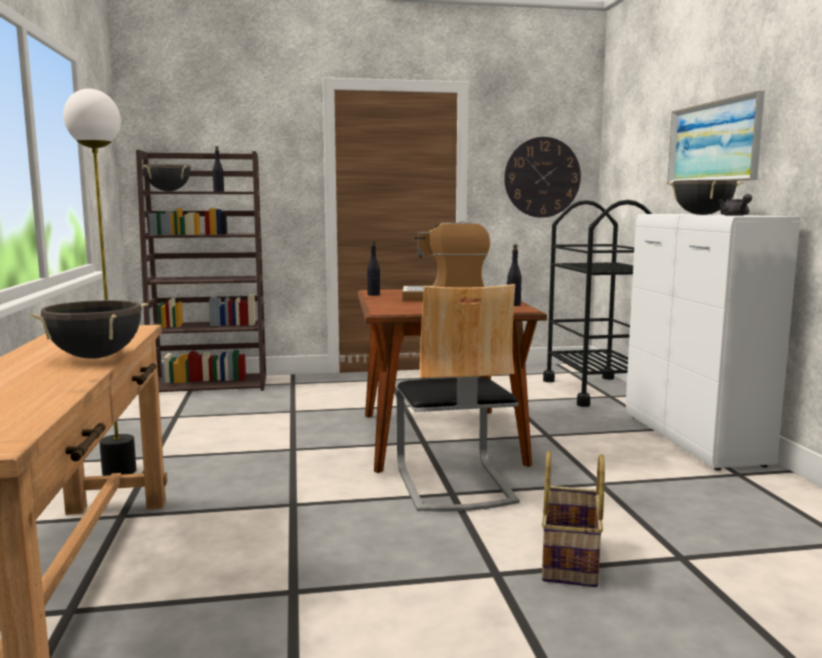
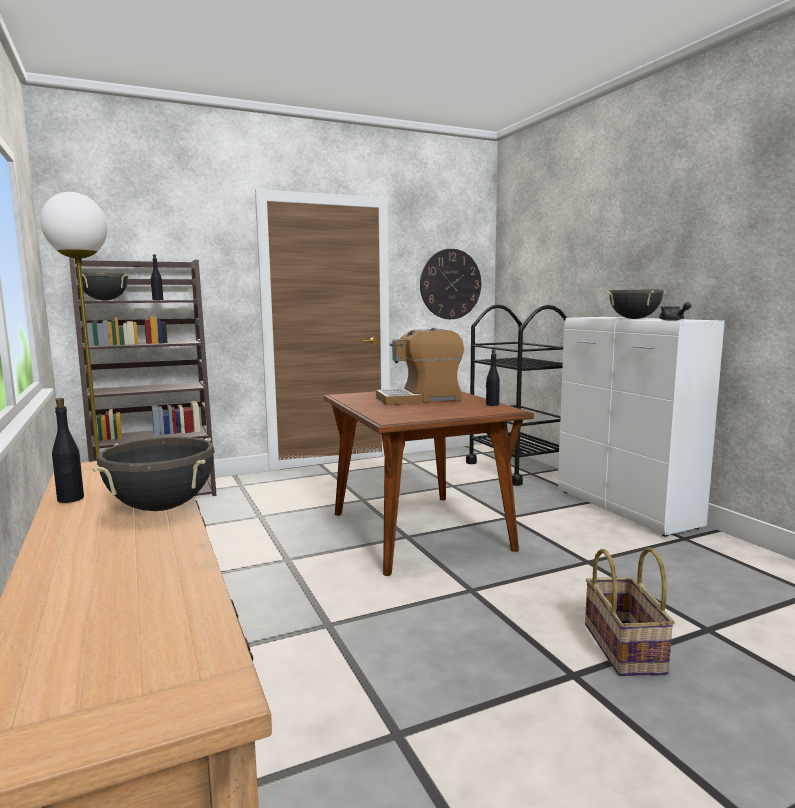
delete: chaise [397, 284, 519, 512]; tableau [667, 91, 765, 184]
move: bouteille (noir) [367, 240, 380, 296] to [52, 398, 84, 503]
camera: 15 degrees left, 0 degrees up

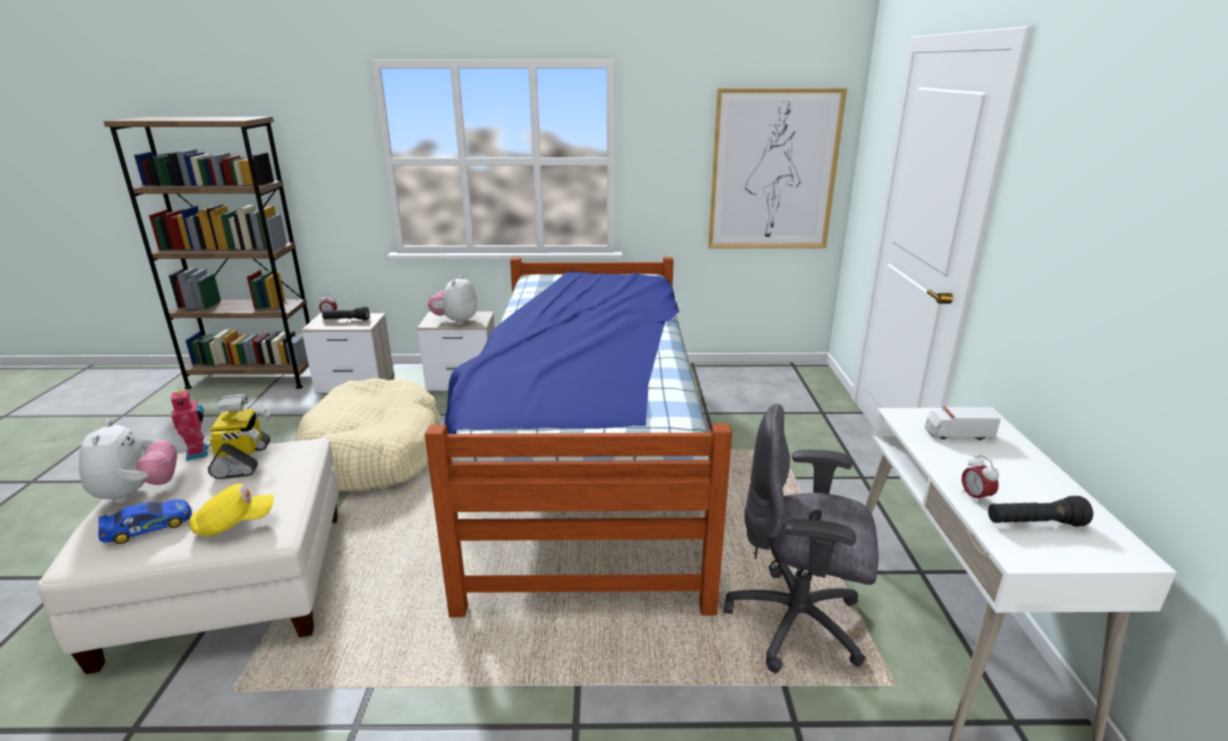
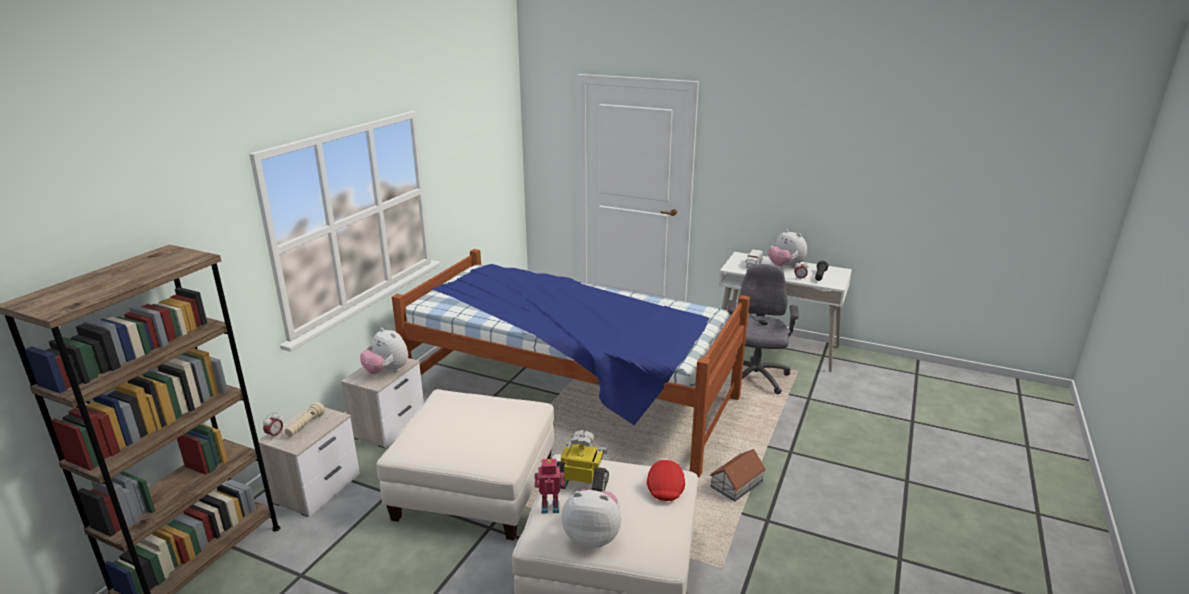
delete: petite voiture [98, 499, 192, 544]; tableau [708, 88, 847, 248]
insert: maison miniature [709, 449, 766, 502]; peluche [768, 229, 807, 268]
replace: panier pour chien (beige) [295, 378, 440, 492] to pouf (blanc) [376, 389, 554, 541]
recolor: casquette (jaune) [189, 484, 274, 536] to casquette (rouge) [647, 459, 685, 501]; lampe de poche (noir) [322, 306, 369, 320] to lampe de poche (beige) [285, 402, 325, 437]
rotate: chaise de bureau (gris) [724, 404, 879, 673] = [727, 264, 799, 394] 150 degrees clockwise
camera: 65 degrees left, 0 degrees up

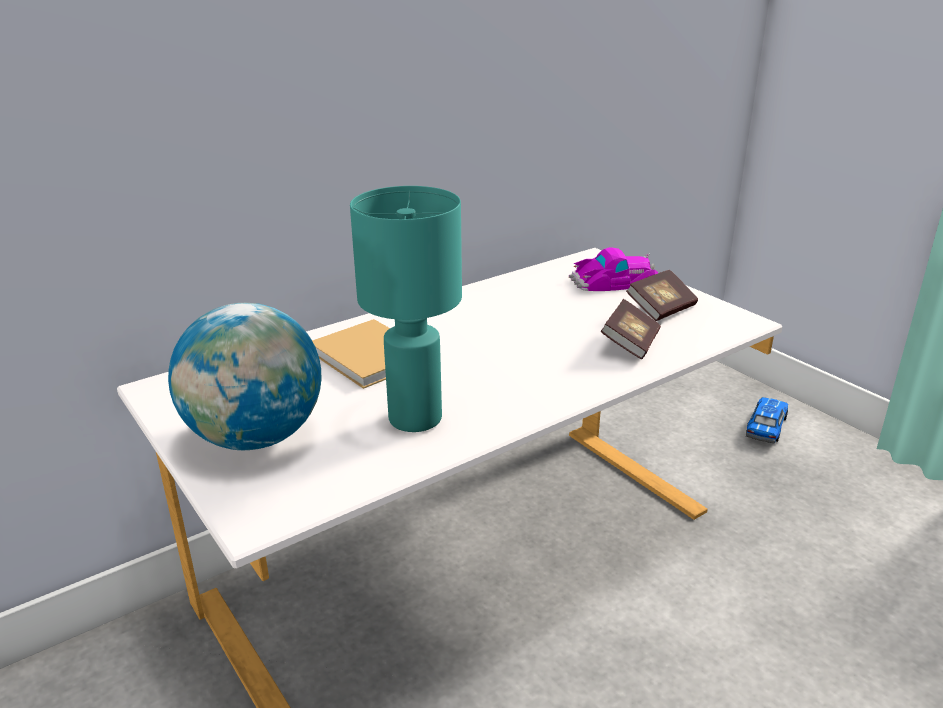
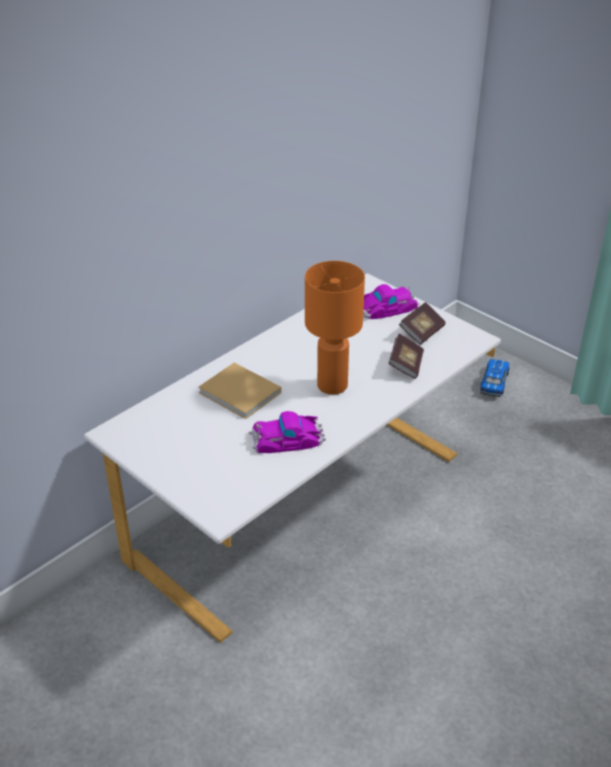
delete: globe [168, 303, 321, 450]
insert: lampe de table (orange) [305, 261, 365, 395]
replace: lampe de table (turquoise) [350, 186, 462, 432] to petite voiture [249, 411, 326, 453]
camera: 10 degrees left, 10 degrees up

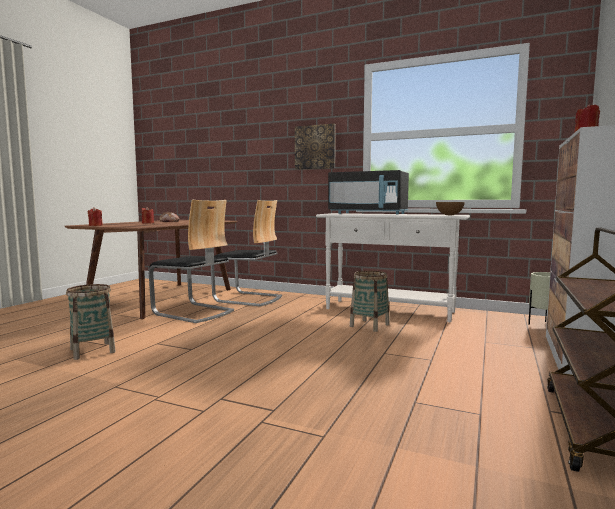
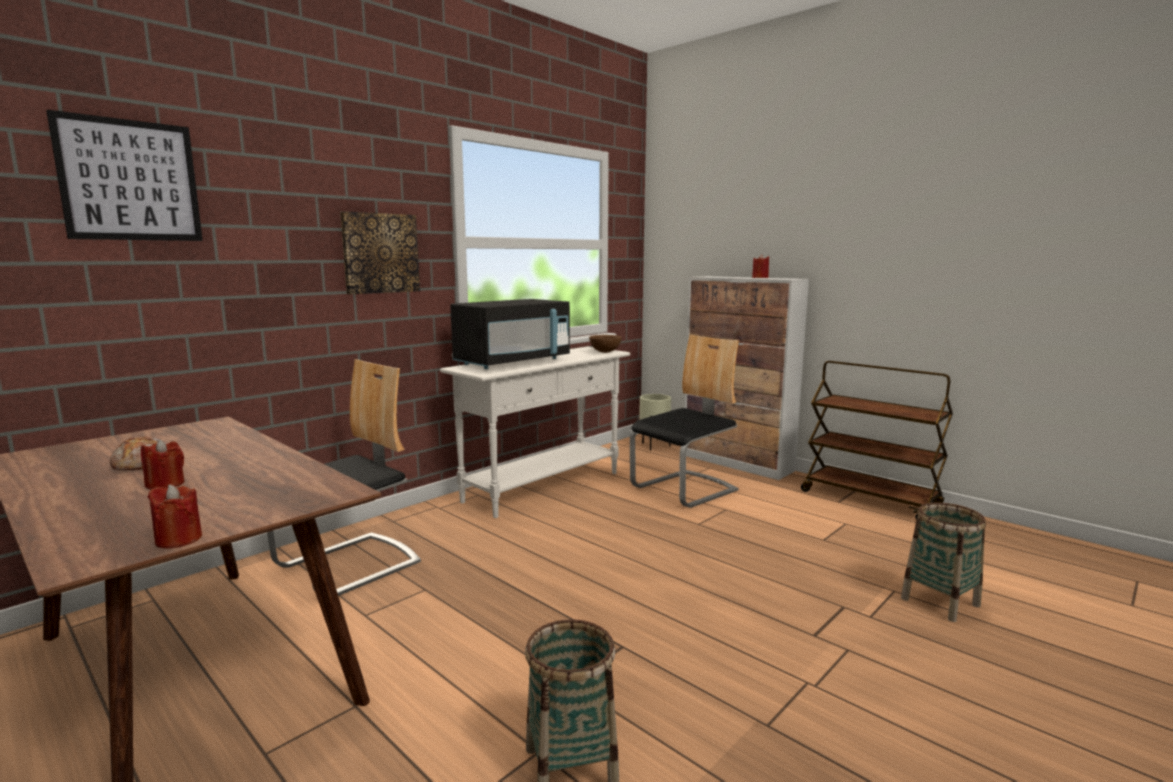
insert: tableau [46, 110, 203, 241]
move: chaise [149, 200, 234, 323] to [630, 334, 739, 508]; panier [350, 270, 390, 332] to [901, 502, 986, 622]
camera: 70 degrees left, 5 degrees up

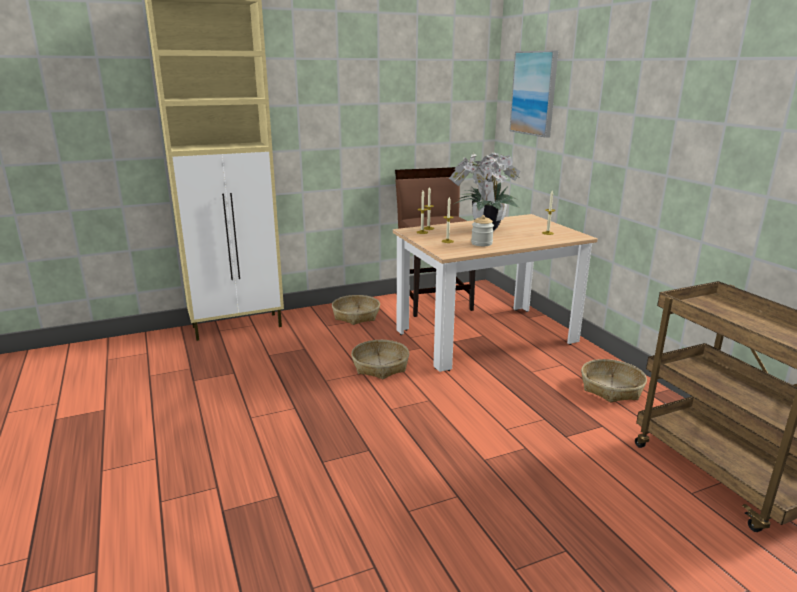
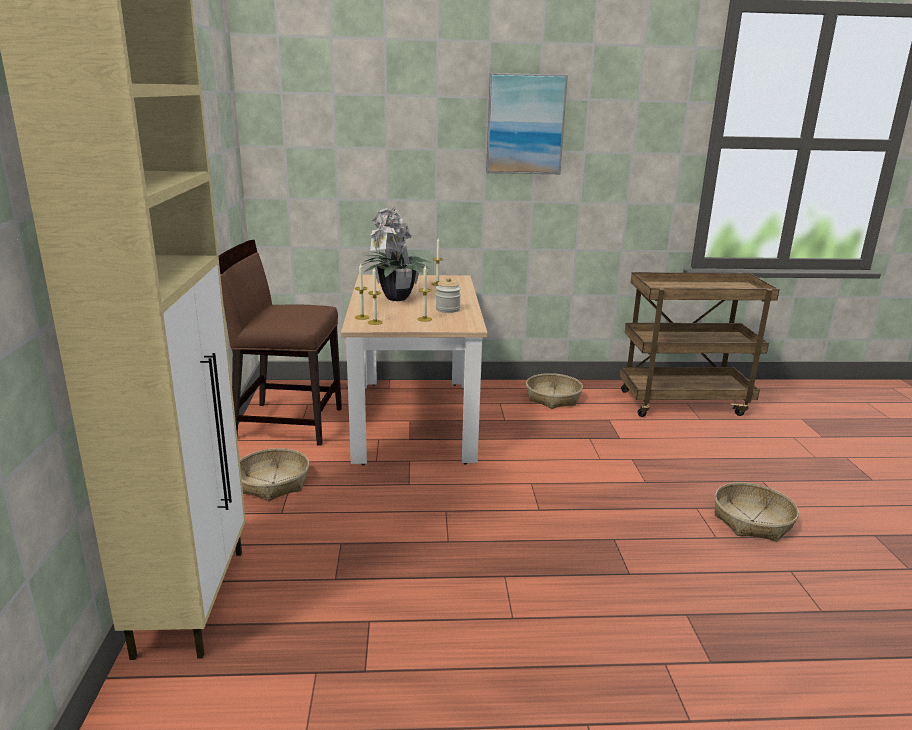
move: panier [351, 340, 409, 379] to [715, 482, 799, 542]; tableau [509, 50, 558, 138] to [486, 73, 568, 174]
camera: 70 degrees left, 0 degrees up

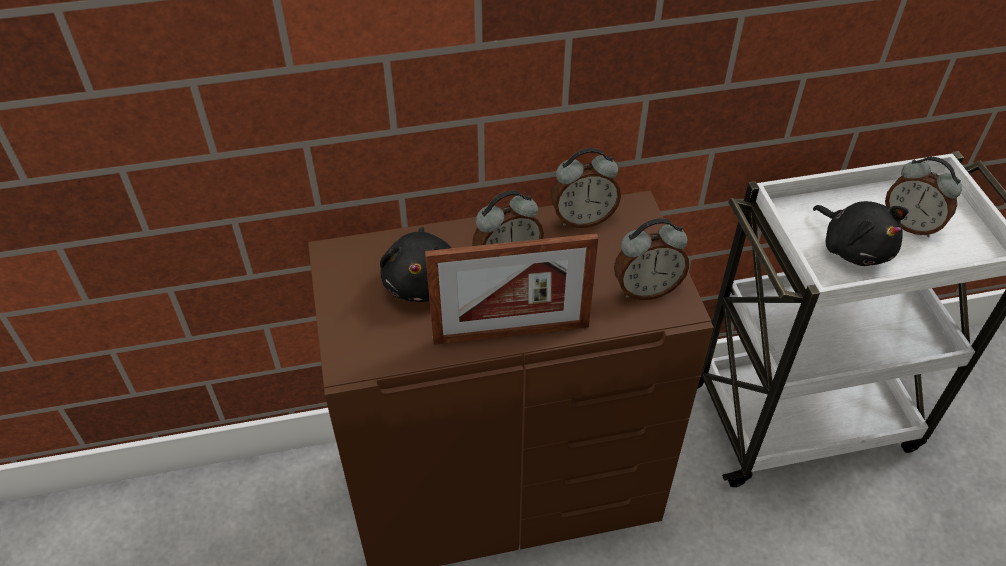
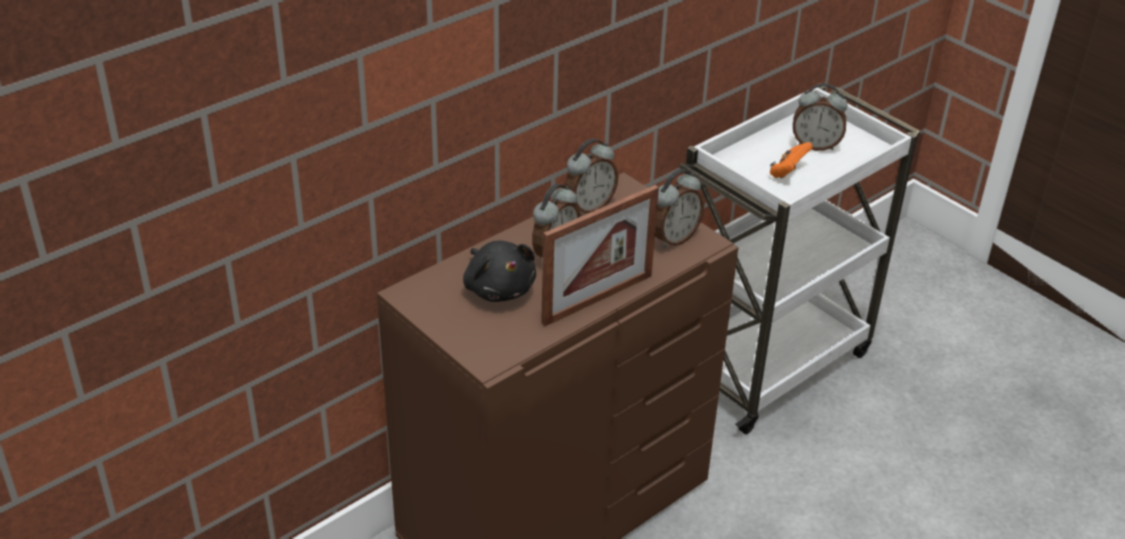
replace: peluche (noir) [813, 201, 909, 266] to manette (orange) [770, 142, 813, 178]
camera: 30 degrees left, 10 degrees down

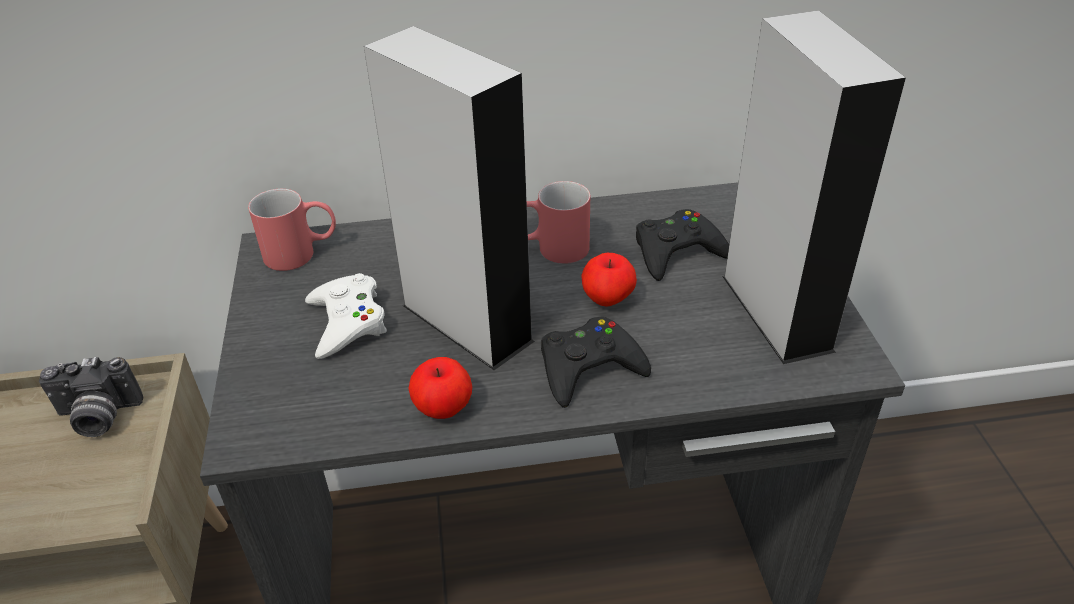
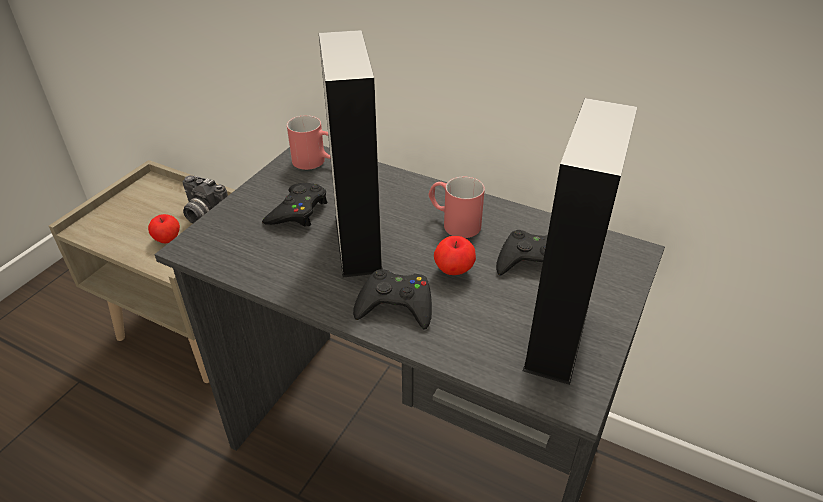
move: pomme [408, 357, 472, 419] to [148, 214, 180, 243]
recolor: manette (blanc) [305, 273, 387, 359] to manette (noir) [262, 183, 327, 226]
camera: 35 degrees right, 0 degrees up

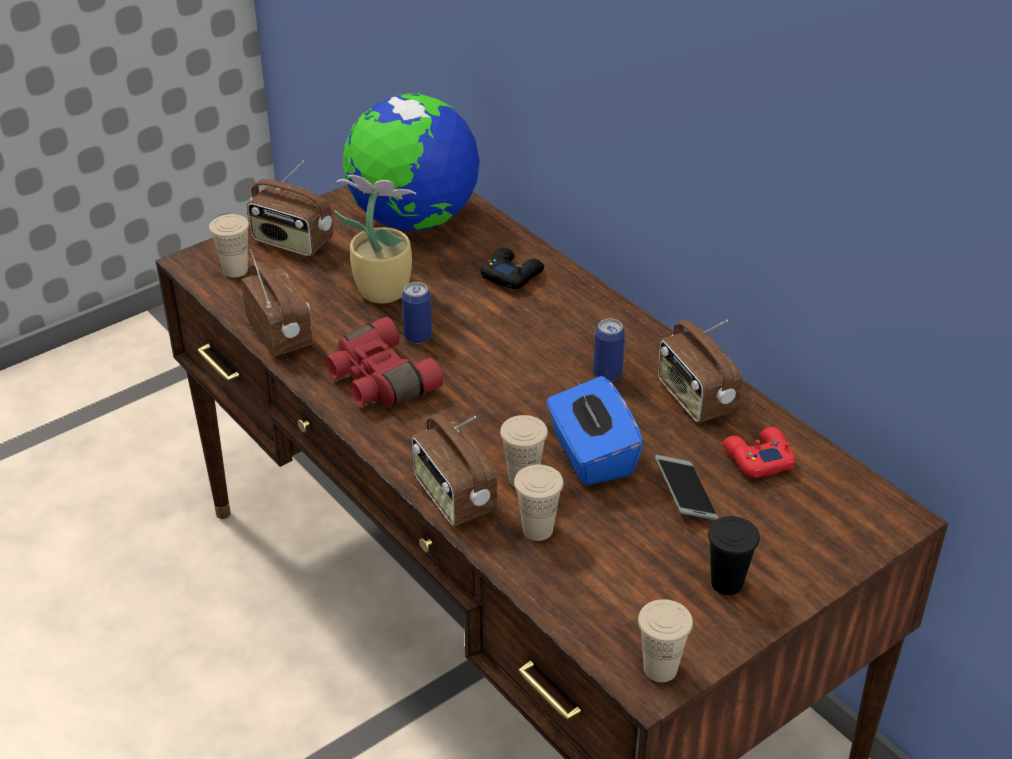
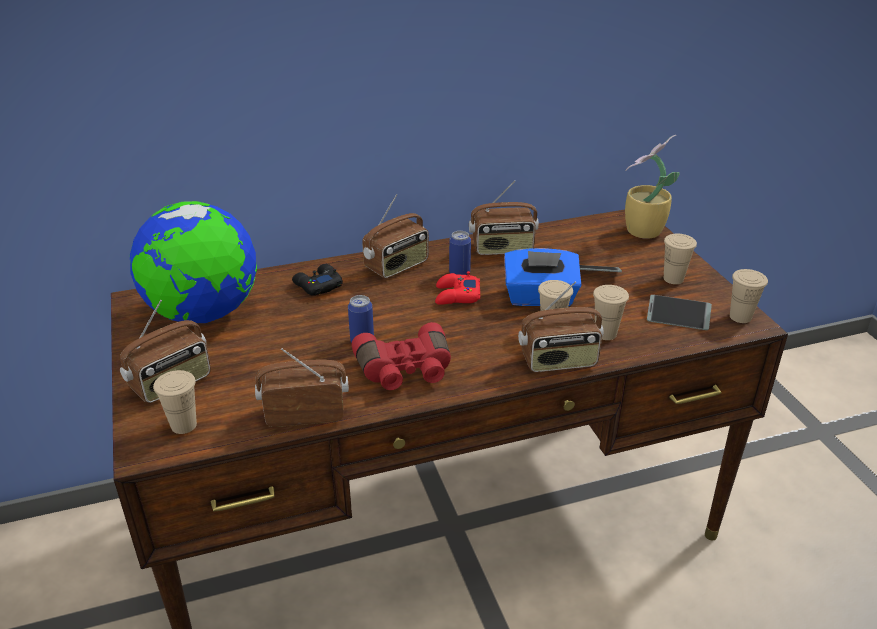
insert: radio [362, 194, 429, 279]; téléphone [647, 295, 712, 330]
move: plante en pot [335, 175, 416, 304] to [625, 135, 680, 239]; manette (rouge) [723, 427, 796, 478] to [435, 271, 480, 305]
recolor: tasse (noir) [708, 516, 760, 595] to tasse (beige) [664, 234, 697, 284]
camera: 70 degrees left, 5 degrees down

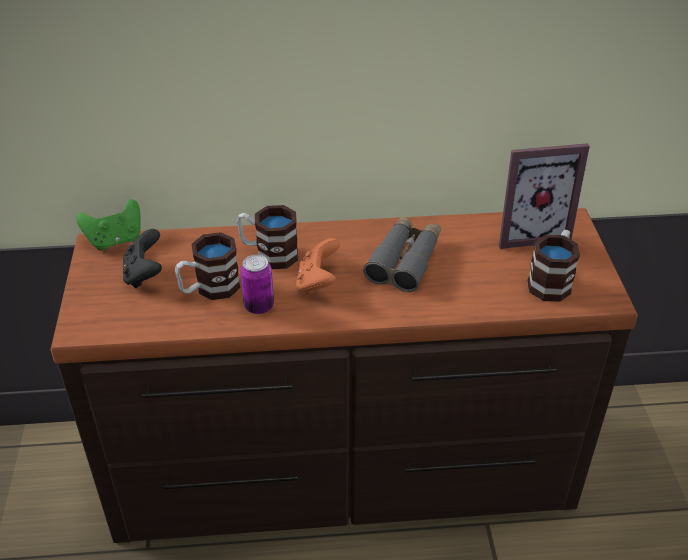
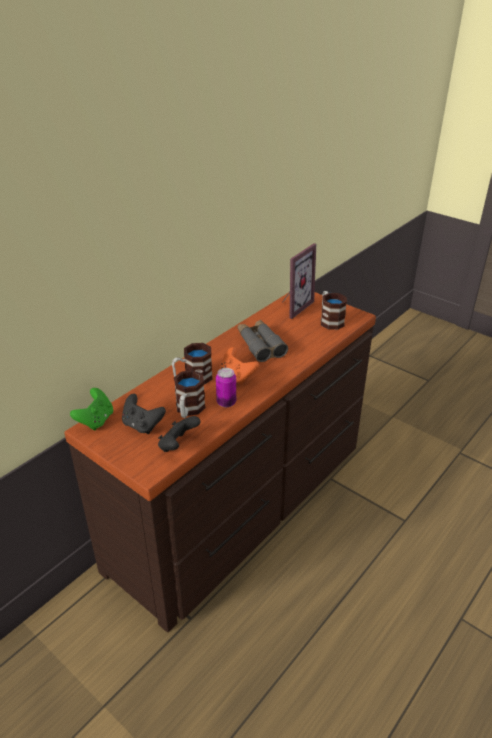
insert: manette (noir) [158, 416, 200, 452]
camera: 45 degrees left, 5 degrees down

